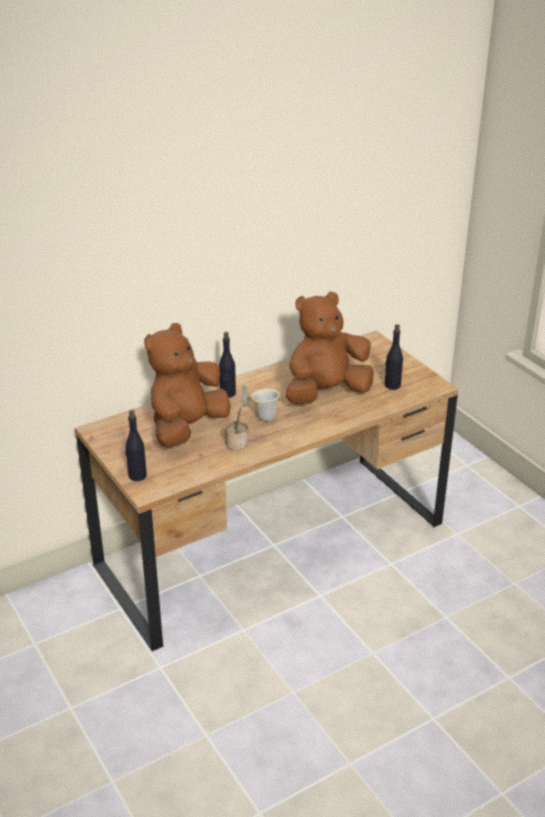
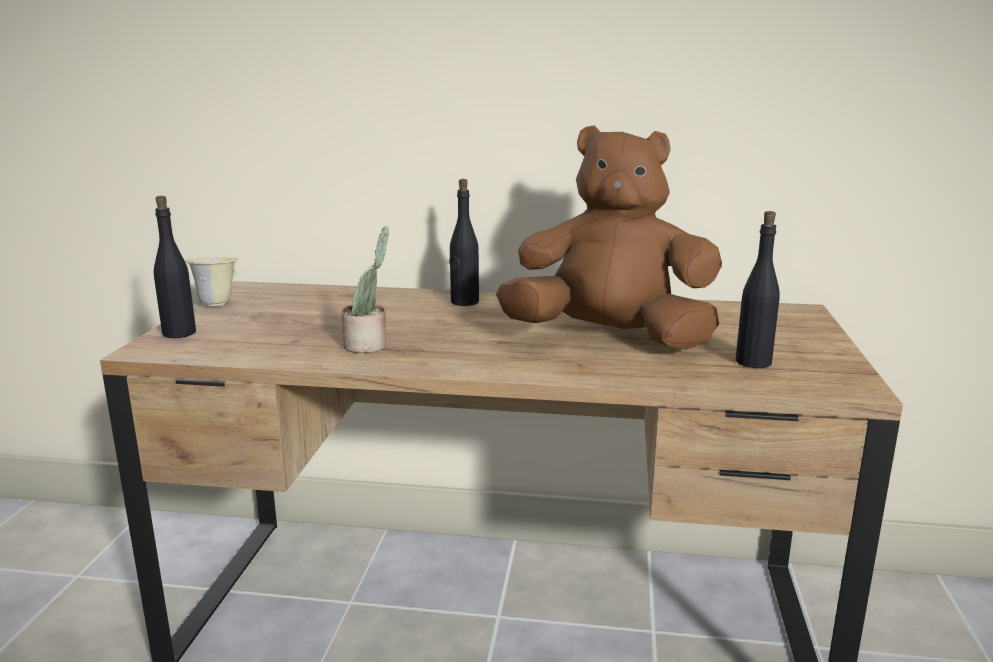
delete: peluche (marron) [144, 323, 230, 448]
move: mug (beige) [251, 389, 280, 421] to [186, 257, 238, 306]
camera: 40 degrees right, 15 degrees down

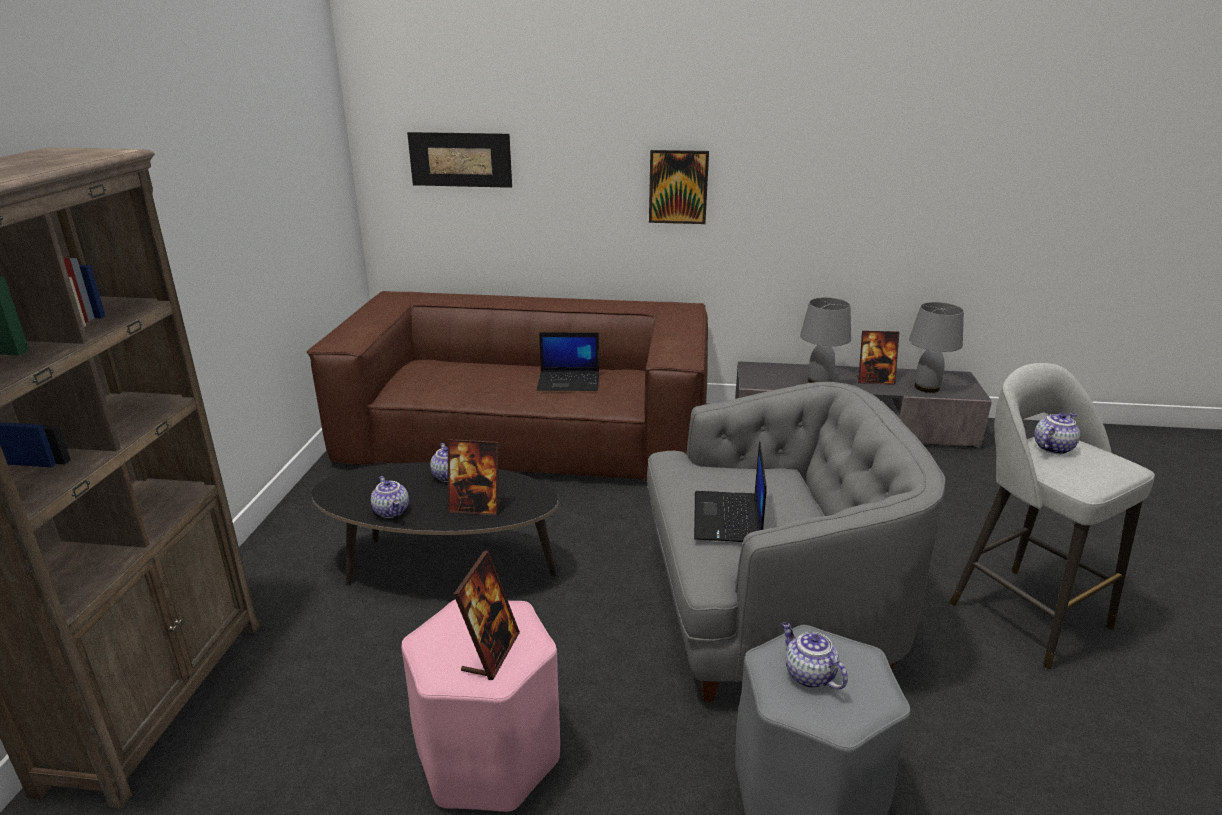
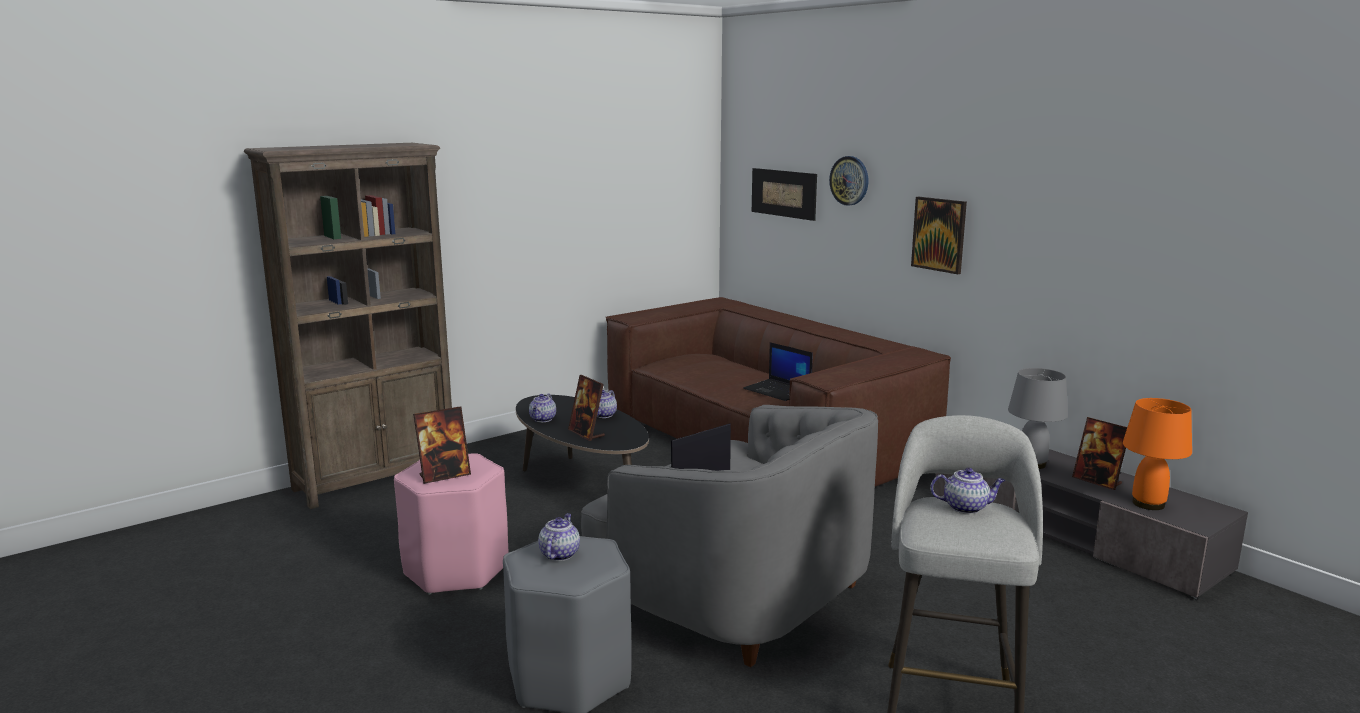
insert: horloge murale [829, 156, 868, 206]
recolor: lampe de table (gris) [909, 302, 964, 393] to lampe de table (orange) [1123, 398, 1192, 510]
camera: 45 degrees right, 10 degrees down

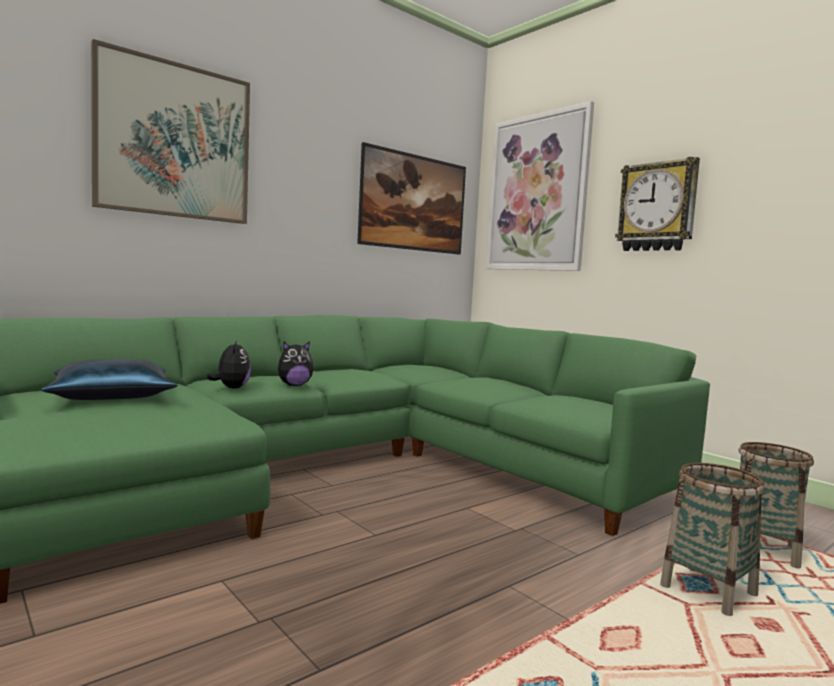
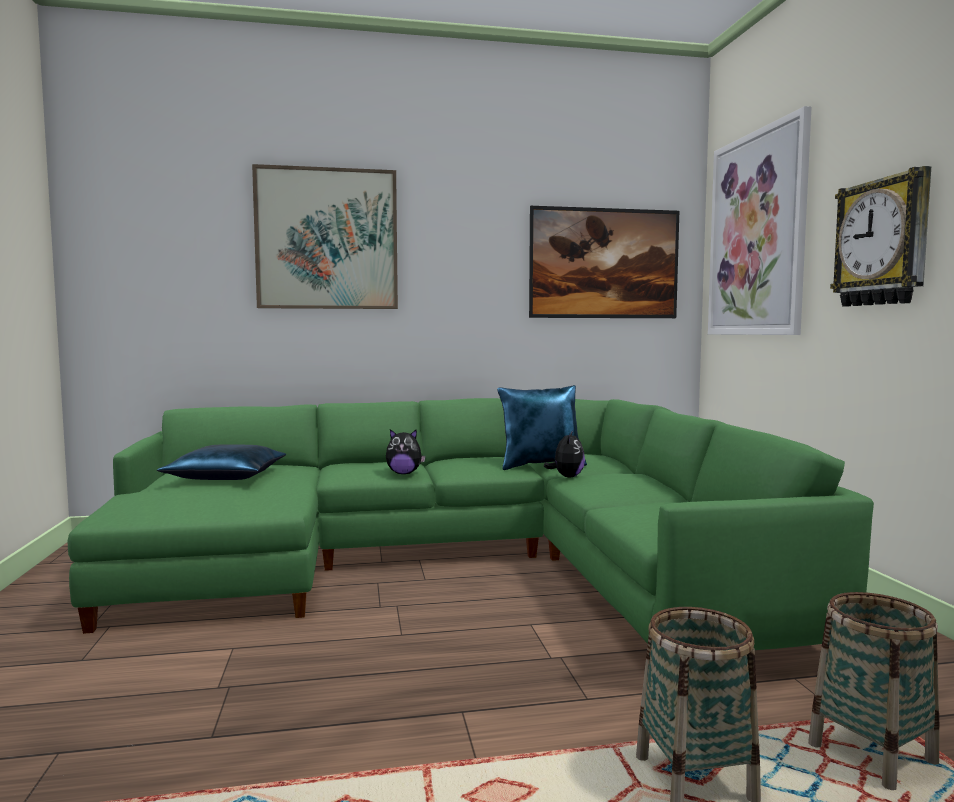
insert: coussin (bleu) [497, 385, 587, 470]
move: peluche [206, 340, 251, 388] to [544, 430, 585, 477]
camera: 30 degrees right, 0 degrees up

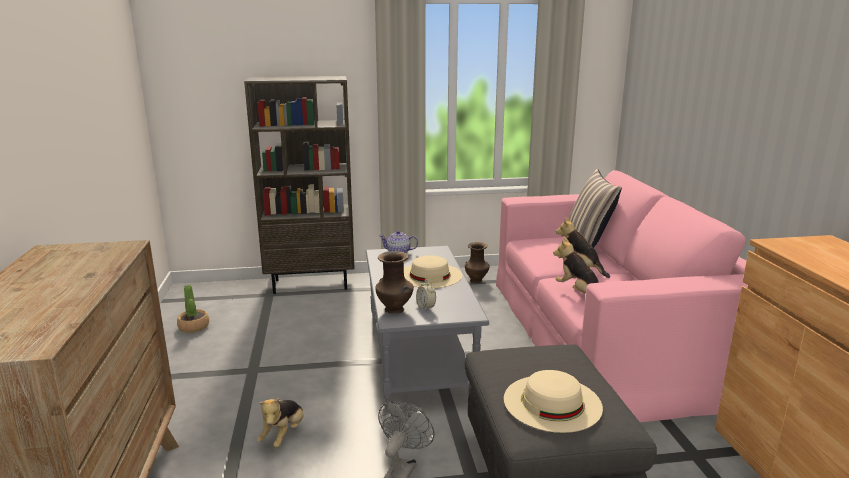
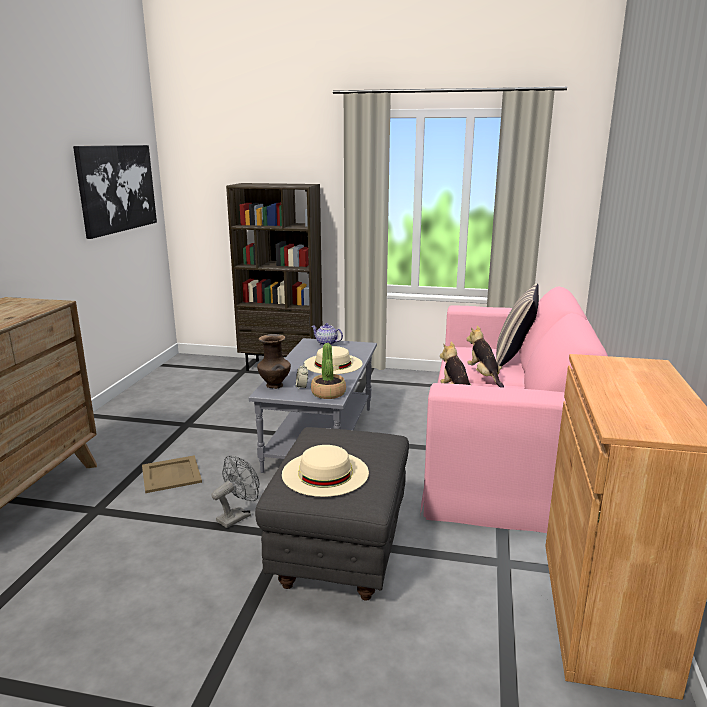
delete: vase (marron) [465, 242, 490, 283]
insert: tableau [73, 145, 157, 239]
move: plante en pot [177, 285, 209, 333] to [311, 343, 346, 399]
replace: peluche [257, 397, 304, 448] to plateau (beige) [142, 455, 202, 493]
camera: 20 degrees right, 0 degrees up

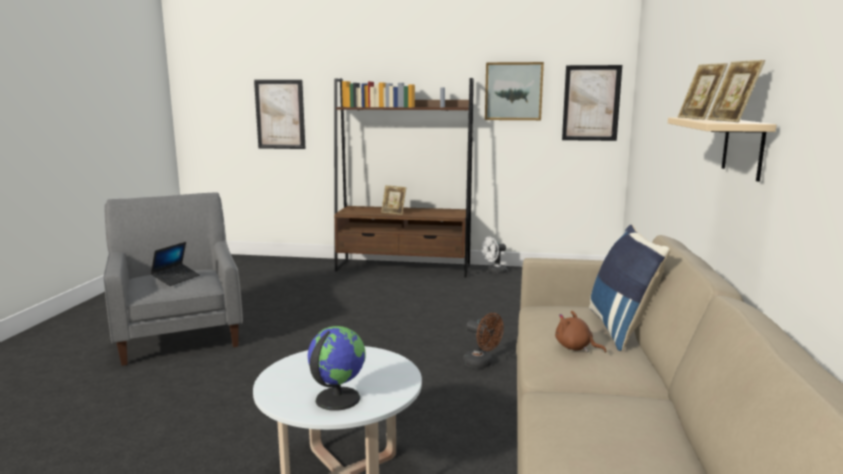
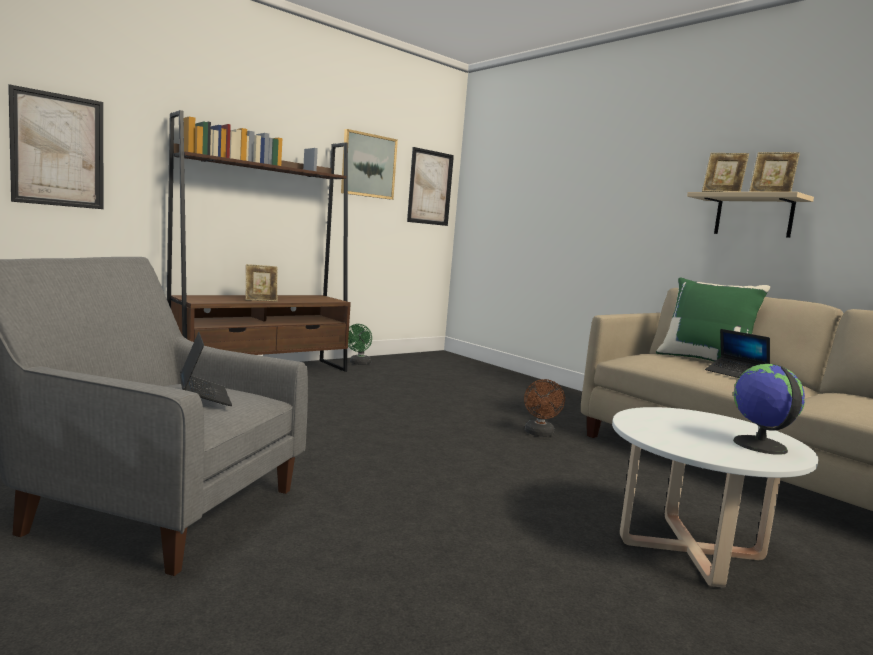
replace: peluche (marron) [555, 311, 606, 353] to ordinateur portable [705, 329, 770, 378]
recolor: ventilateur (blanc) [481, 237, 507, 274] to ventilateur (vert) [348, 324, 372, 365]; coussin (bleu) [589, 225, 670, 352] to coussin (vert) [656, 277, 770, 362]
rotate: ventilateur (marron) [463, 313, 504, 369] = [524, 379, 565, 437] 105 degrees clockwise
camera: 50 degrees left, 5 degrees down

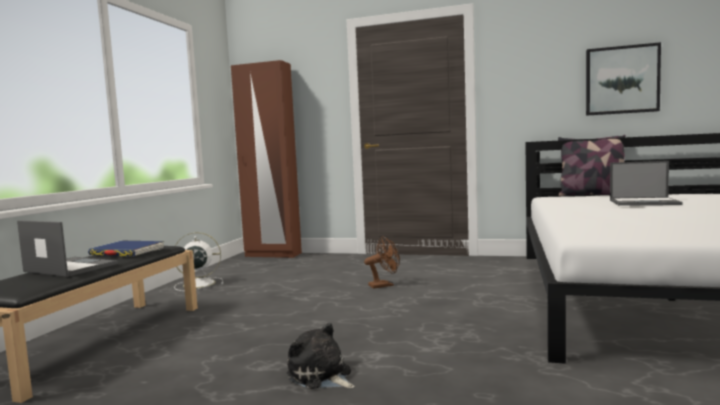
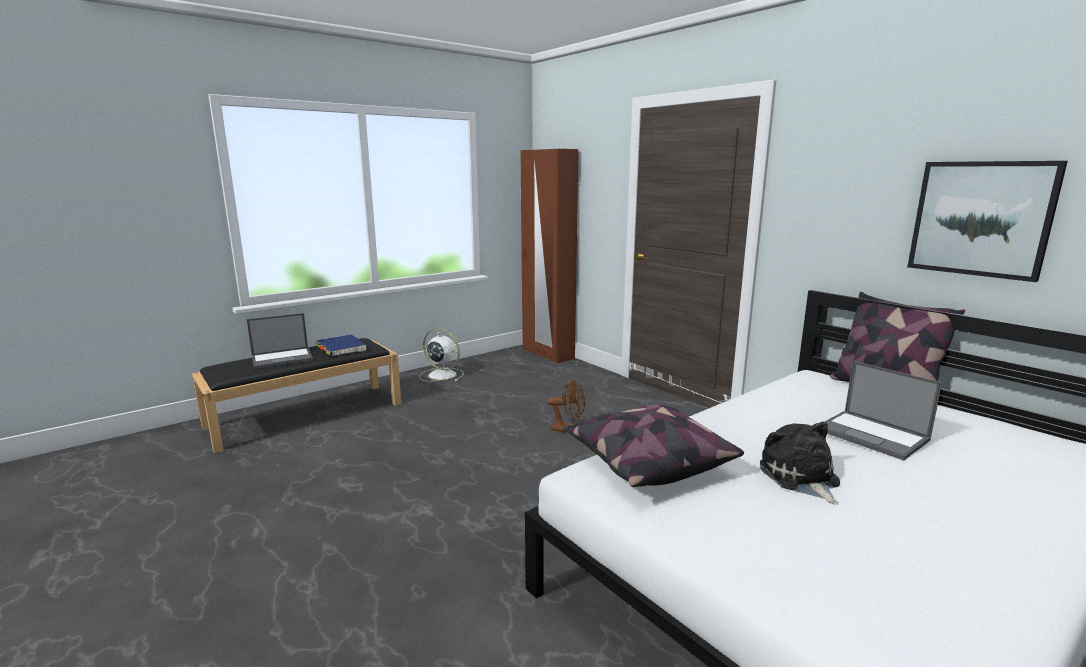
insert: coussin [564, 405, 744, 487]
move: peluche [287, 323, 355, 389] to [760, 422, 840, 505]
rotate: ordinateur portable [17, 220, 118, 277] = [247, 313, 313, 369] 90 degrees clockwise
camera: 35 degrees right, 10 degrees up

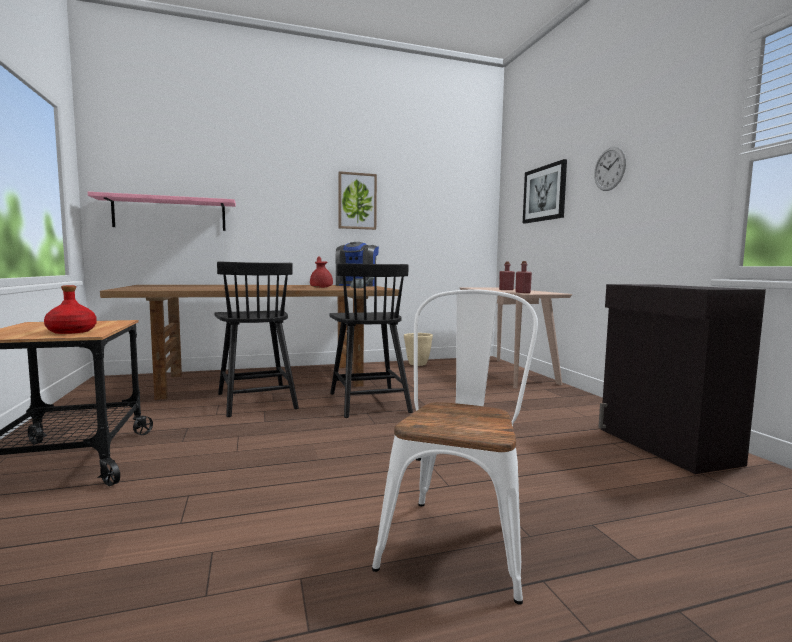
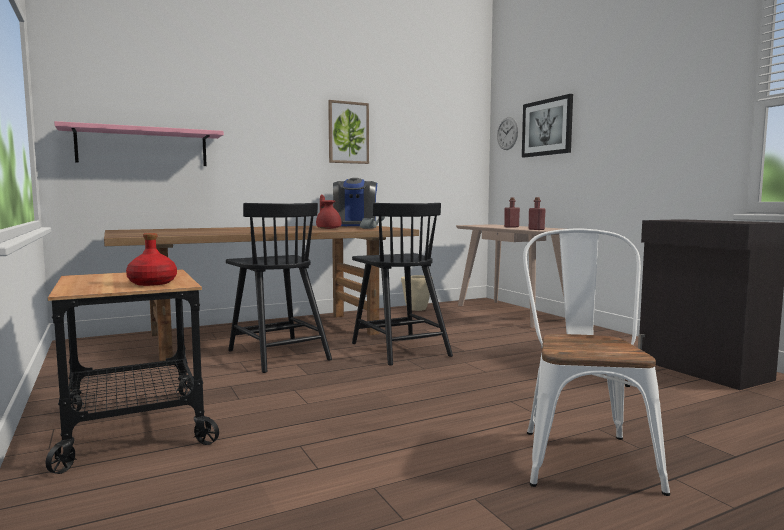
move: horloge murale [594, 147, 626, 191] to [497, 117, 518, 150]
camera: 10 degrees left, 0 degrees up

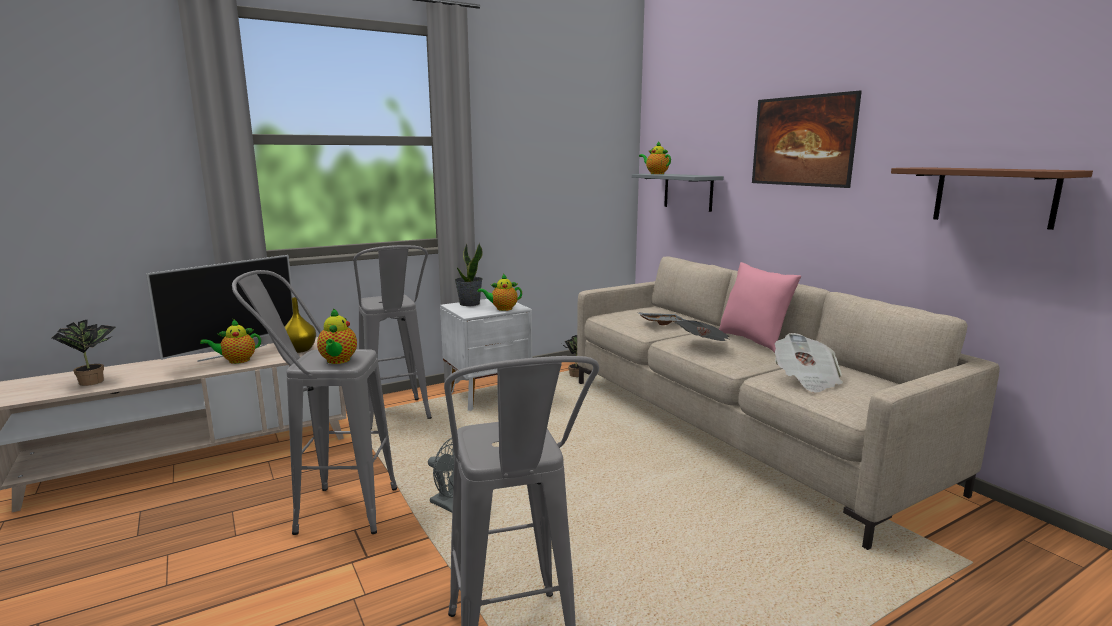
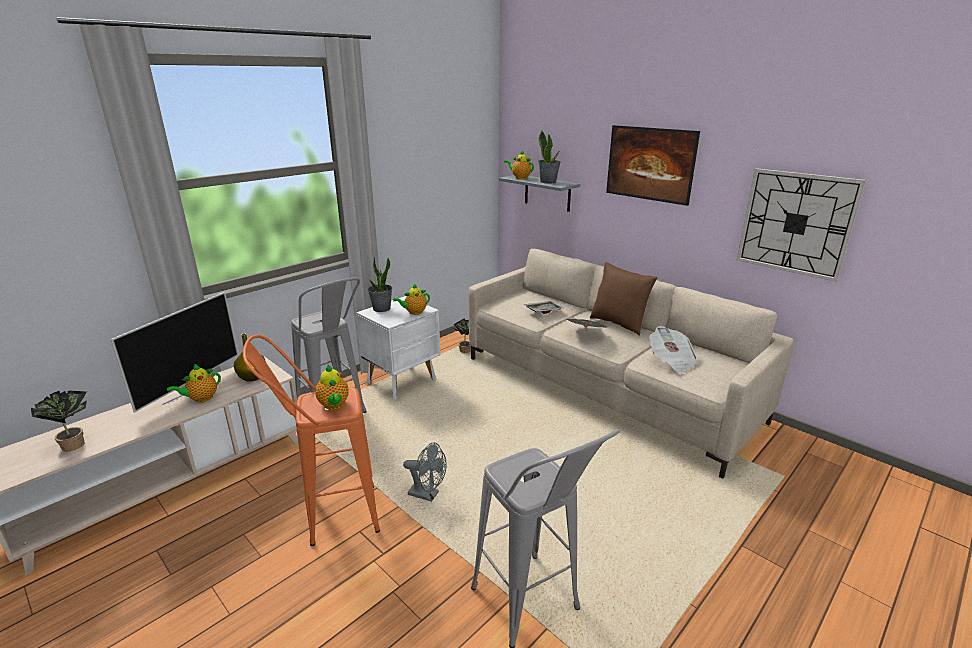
insert: plante en pot [538, 131, 560, 184]
replace: étagère (marron) [891, 167, 1093, 230] to horloge murale [737, 168, 866, 282]
recolor: tabouret (gris) [232, 270, 397, 535] to tabouret (orange) [243, 335, 380, 546]; coussin (rose) [719, 262, 801, 353] to coussin (marron) [590, 262, 658, 336]
camera: 15 degrees left, 10 degrees up

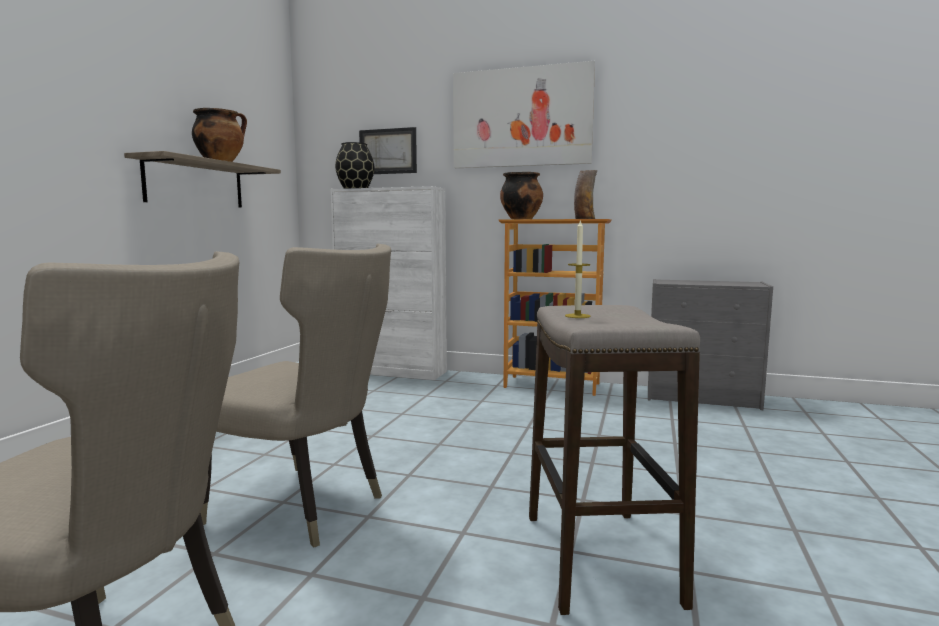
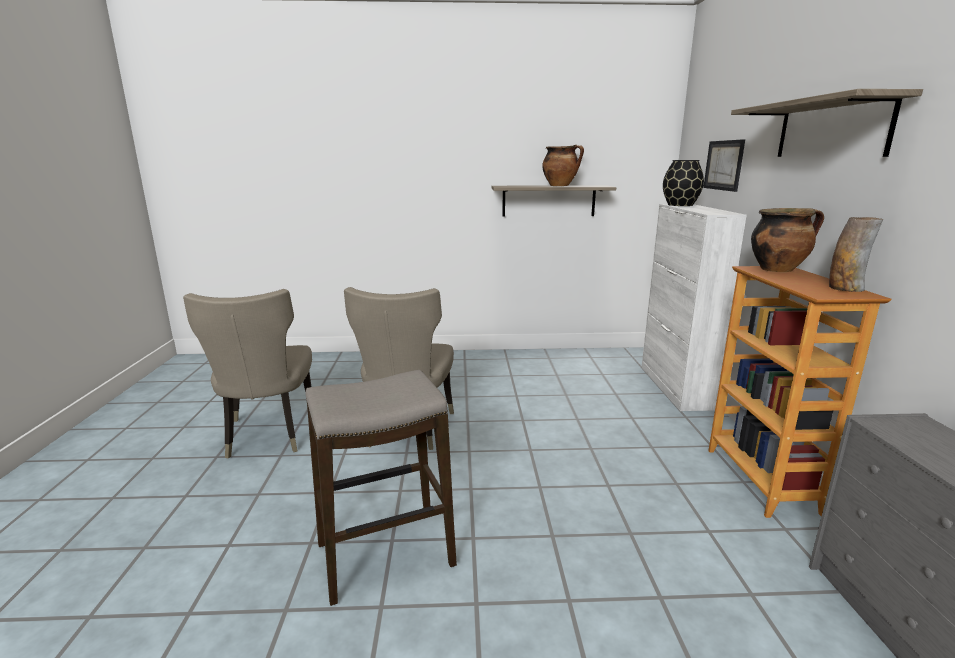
delete: bougie [565, 219, 591, 318]
replace: tableau [453, 61, 595, 168] to étagère [731, 89, 923, 157]
camera: 70 degrees right, 10 degrees up

